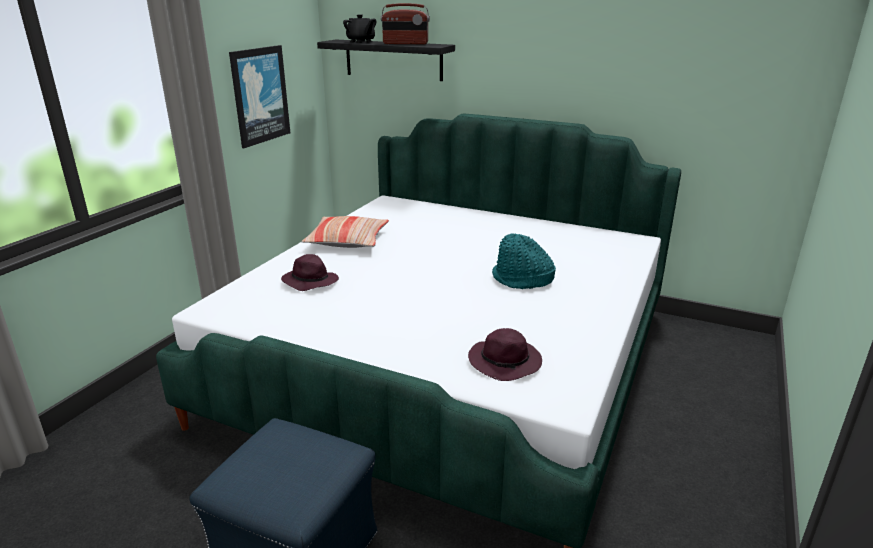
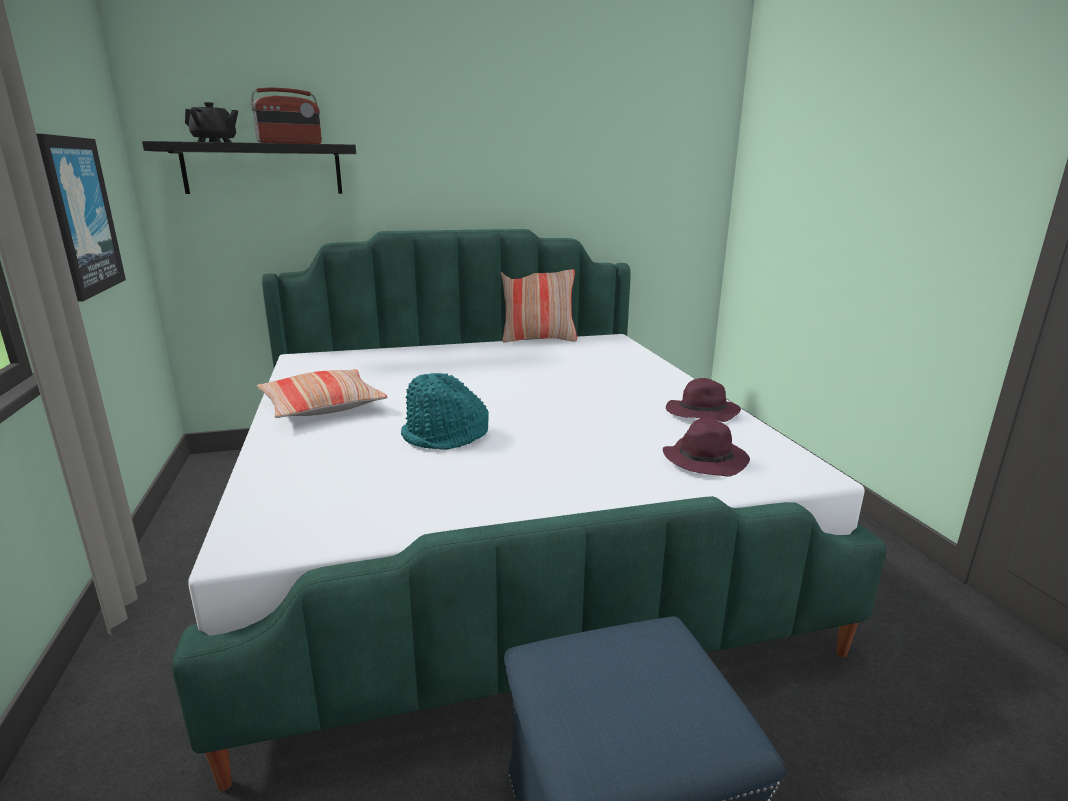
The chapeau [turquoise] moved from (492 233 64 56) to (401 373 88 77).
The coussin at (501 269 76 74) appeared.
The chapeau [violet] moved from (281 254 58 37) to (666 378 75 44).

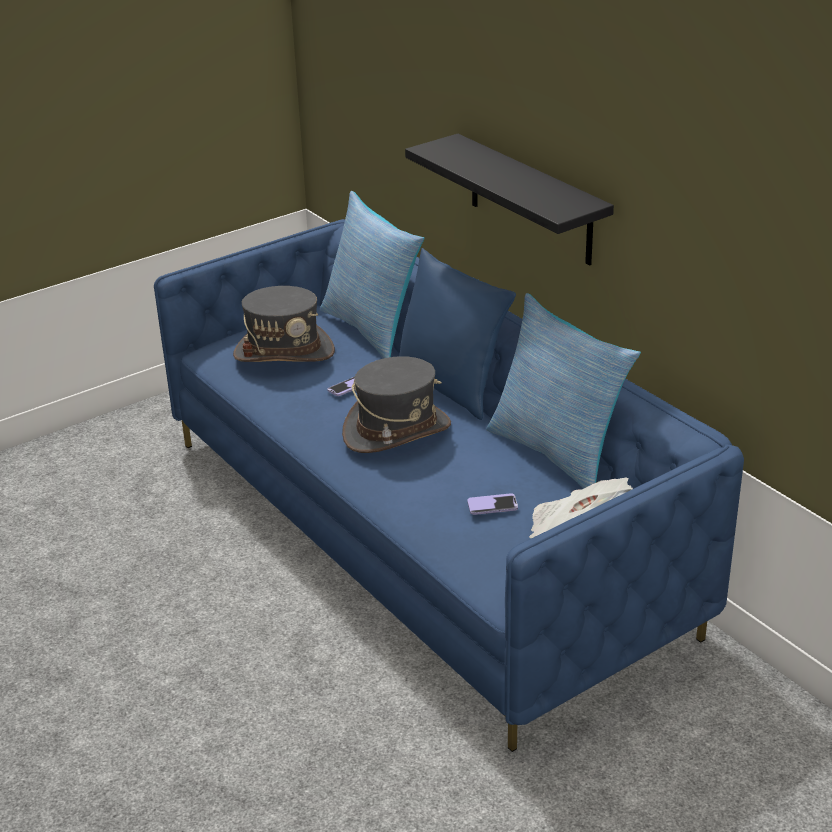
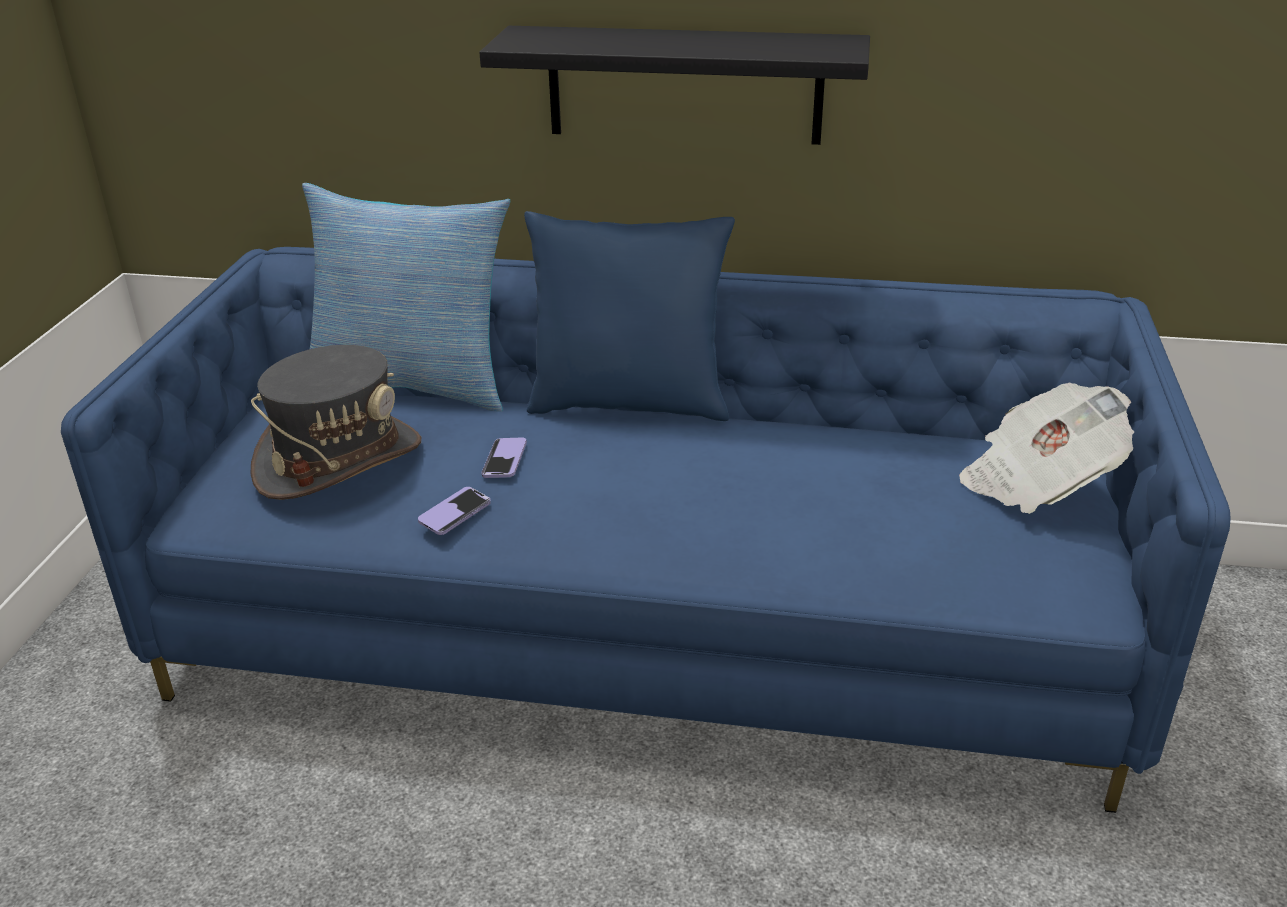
The téléphone moved from (467 493 51 22) to (418 487 73 48).
The chapeau [gris] at (342 356 109 97) disappeared.
The coussin at (486 293 155 196) disappeared.

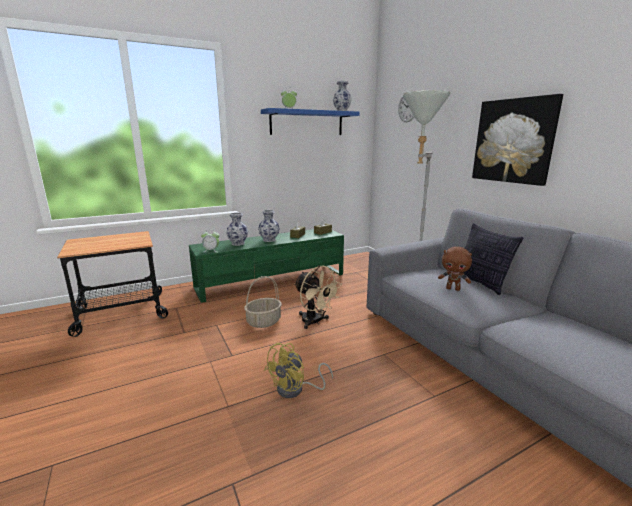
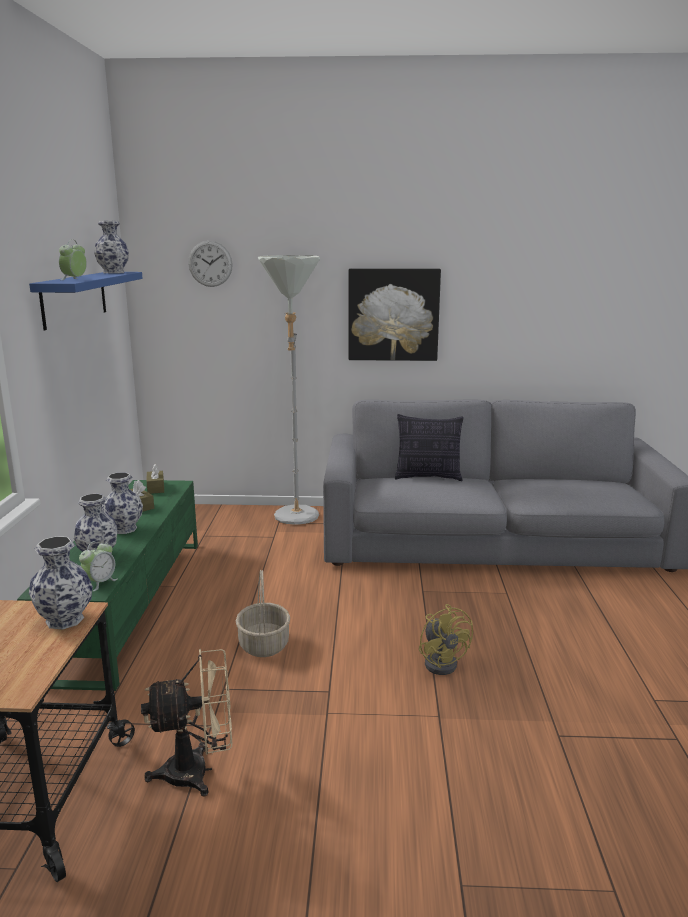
The vase at (29 536 64 94) appeared.
The ventilateur [beige] moved from (294 266 48 63) to (141 649 91 148).
The peluche [marron] at (438 246 34 45) disappeared.

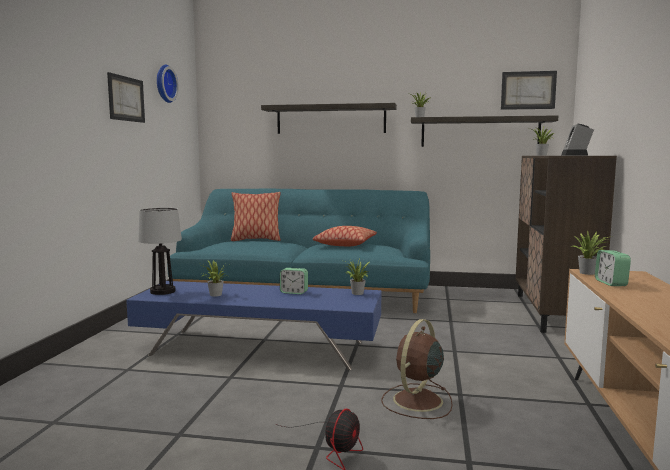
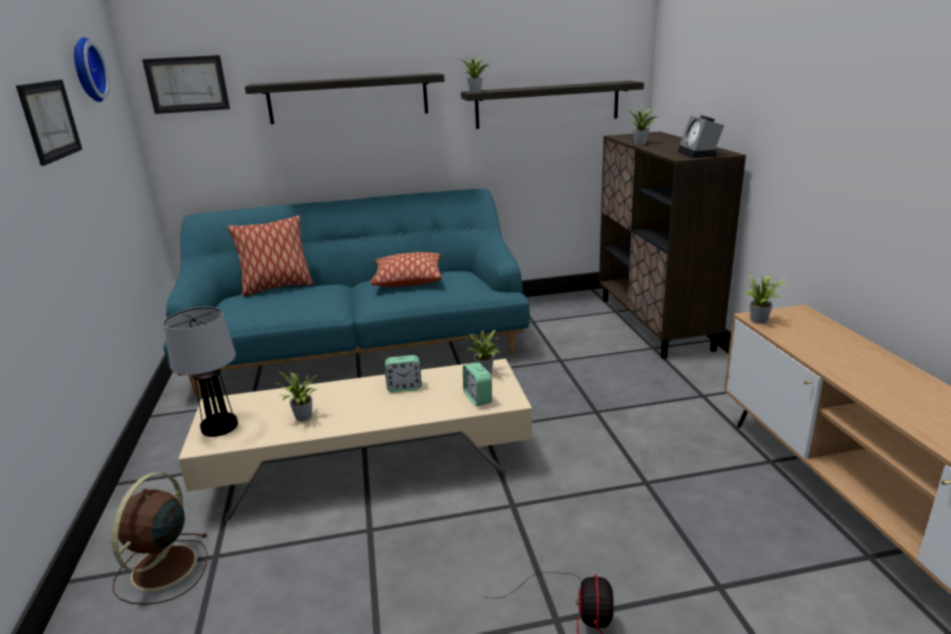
The ventilateur [marron] moved from (381 319 71 100) to (112 473 95 132).
The tableau moved from (501 71 56 39) to (142 55 88 59).
The table basse [bleu] at (126 281 255 89) became the table basse [beige] at (178 359 354 161).
The réveil moved from (595 250 36 36) to (463 362 29 44).

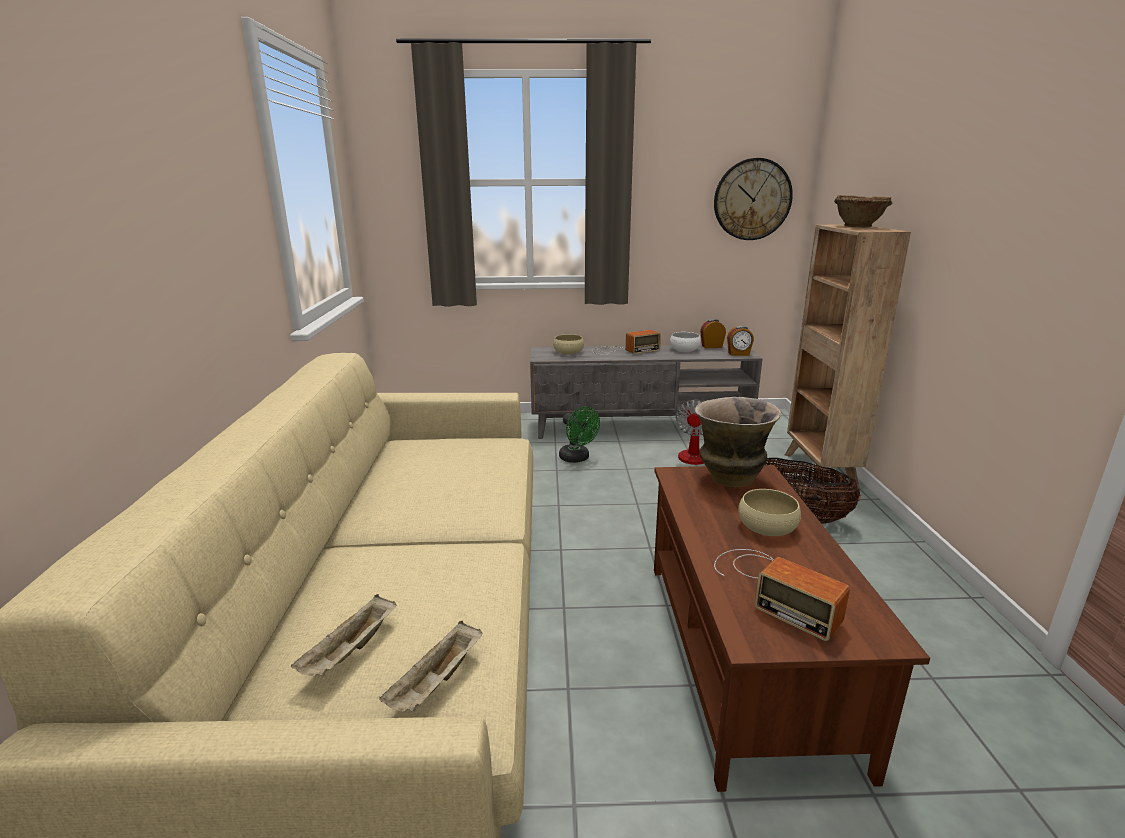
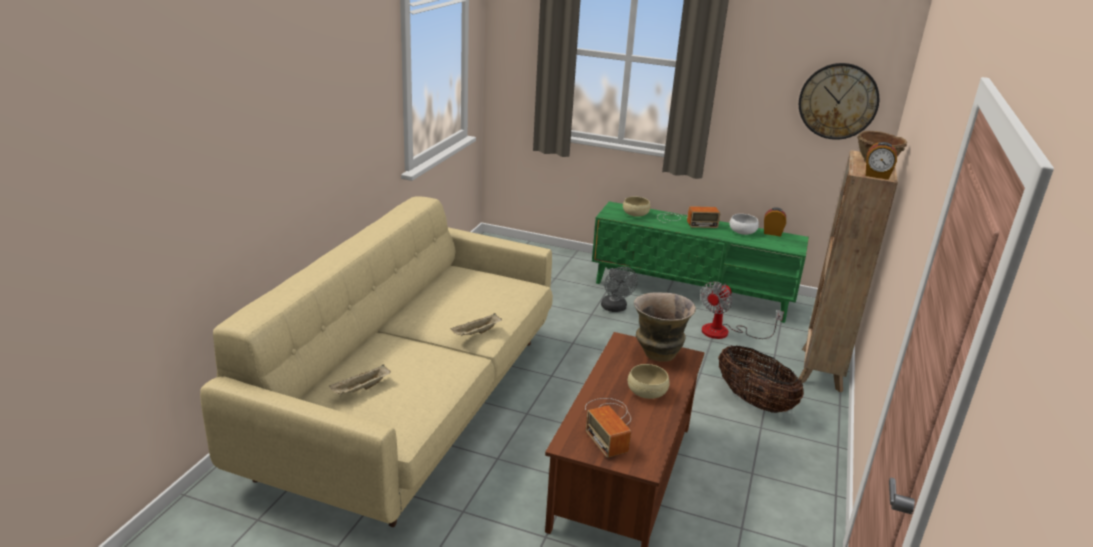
The plateau [beige] moved from (379 621 103 91) to (451 313 51 23).
The meuble télé [gris] at (530 345 233 94) became the meuble télé [vert] at (592 201 217 122).
The ventilateur [vert] at (559 407 41 56) became the ventilateur [gris] at (601 267 37 45).
The réveil moved from (727 326 27 30) to (866 142 31 38).

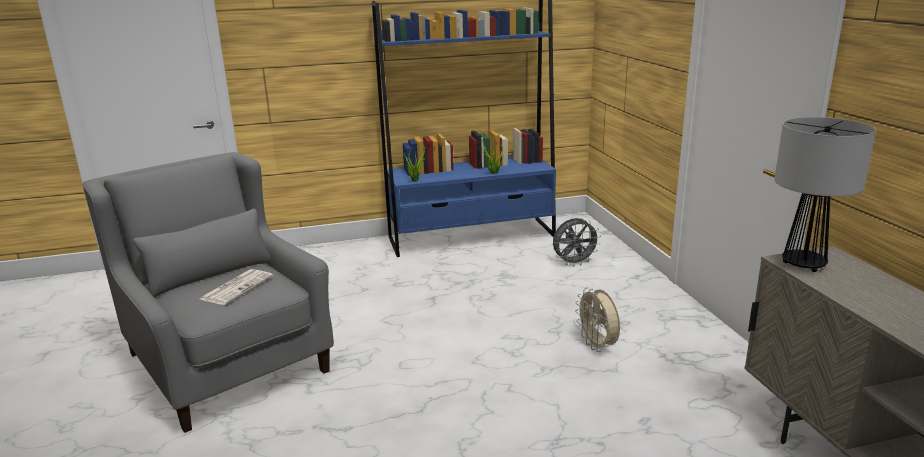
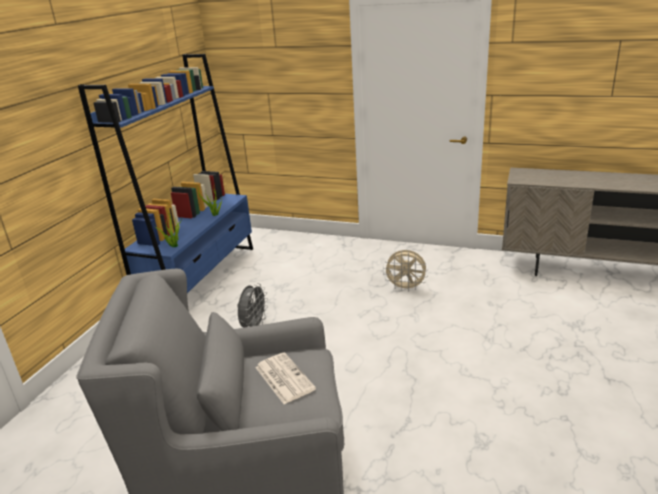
The ventilateur [gris] moved from (553 218 48 48) to (237 283 31 45).
The lampe de table at (774 117 102 155) disappeared.

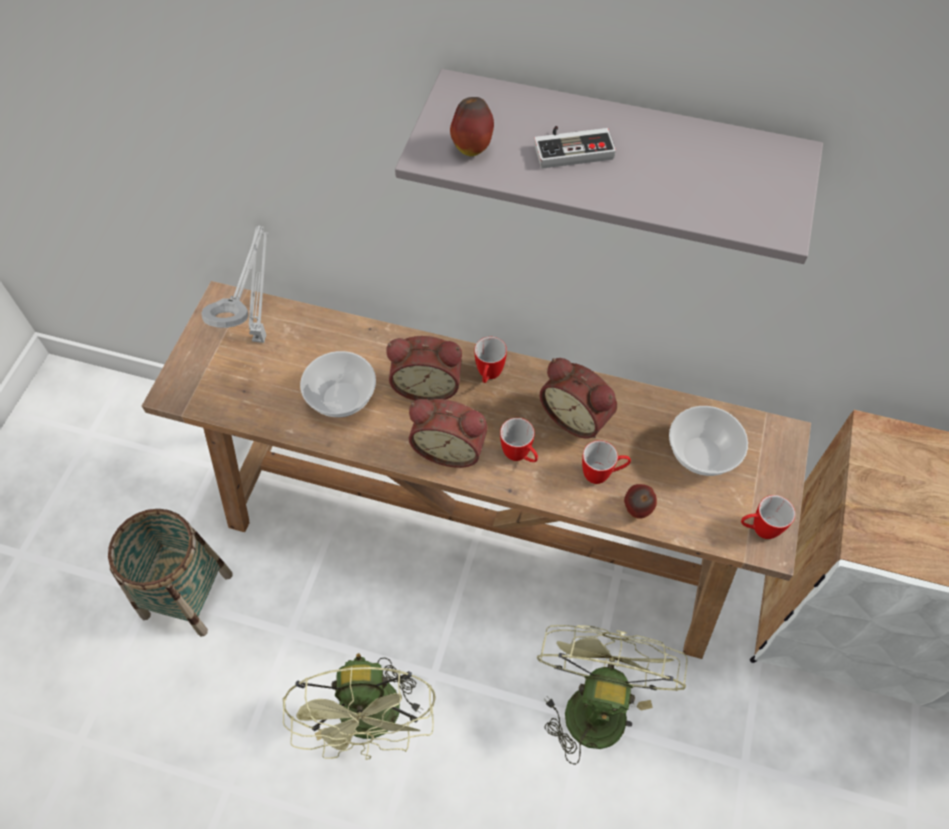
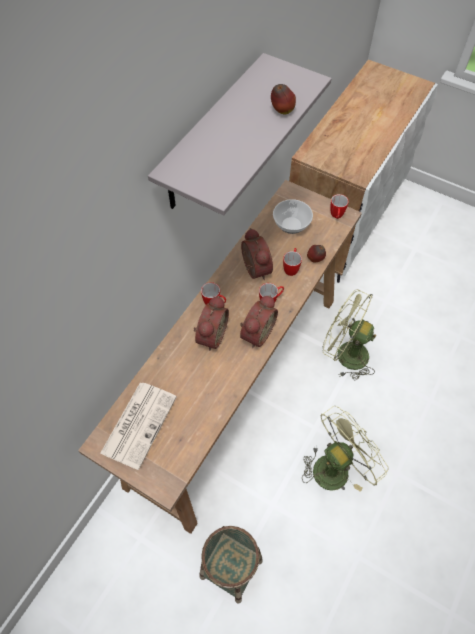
The lampe de table [gris] at (201 225 67 118) was replaced by the journal at (100 383 77 87).
The réveil at (540 358 77 81) turned 75 degrees counterclockwise.
The pomme moved from (450 97 44 59) to (271 84 25 30).
The ventilateur [vert] at (283 653 153 107) turned 45 degrees counterclockwise.
The bol at (300 351 76 66) disappeared.
The manette at (534 126 82 42) disappeared.

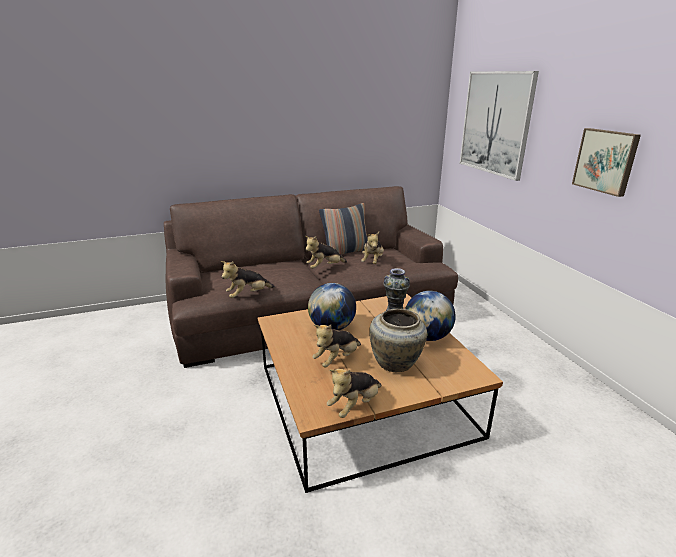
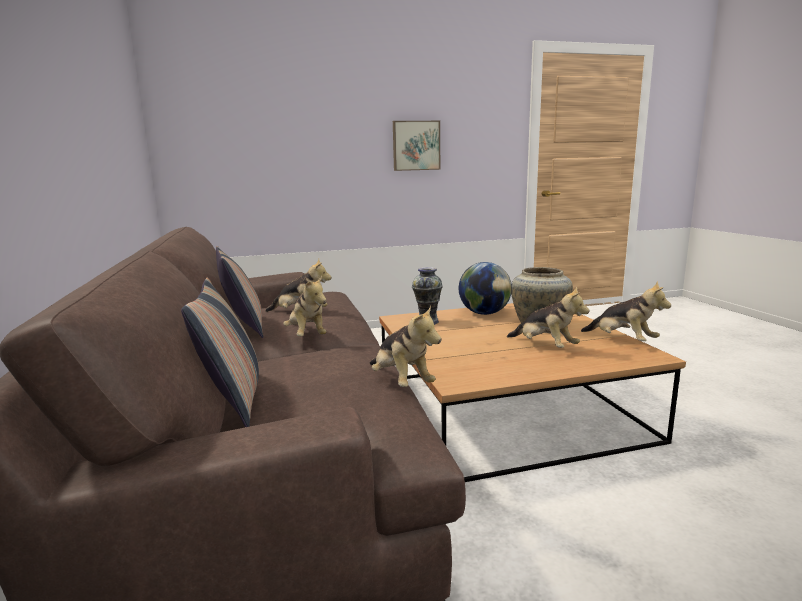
The coussin at (181 278 78 149) appeared.
The globe at (308 283 48 47) disappeared.
The tableau at (460 71 79 110) disappeared.

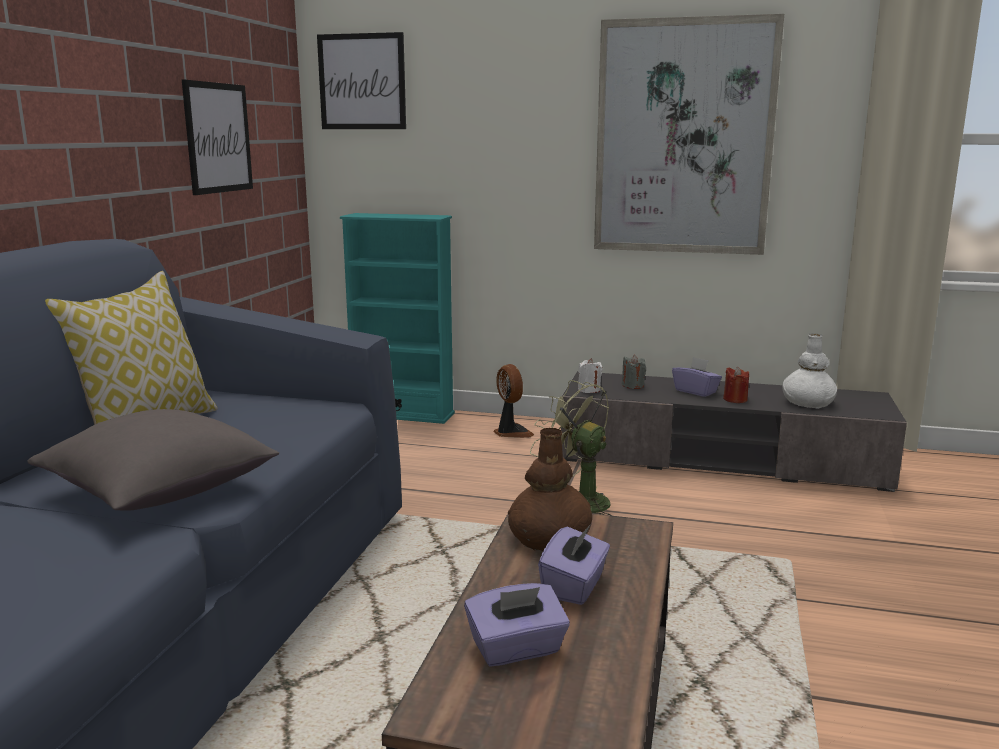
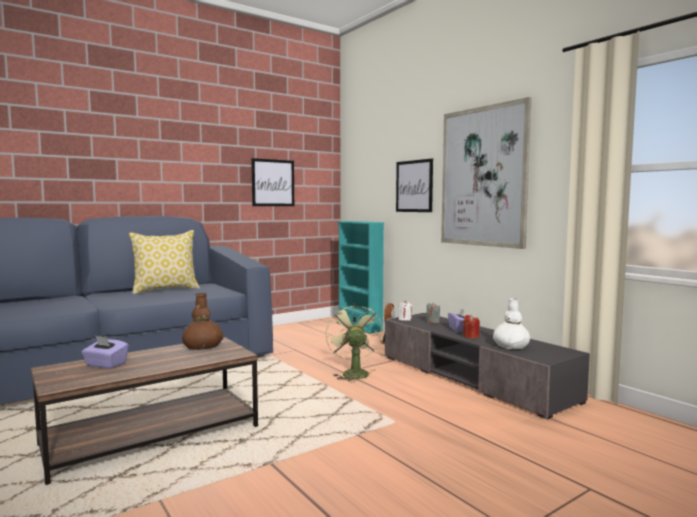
The tableau moved from (317 32 89 97) to (396 159 37 53).
The coussin [gris] at (27 409 252 102) disappeared.
The boîte à mouchoirs [violet] at (538 524 72 81) disappeared.

